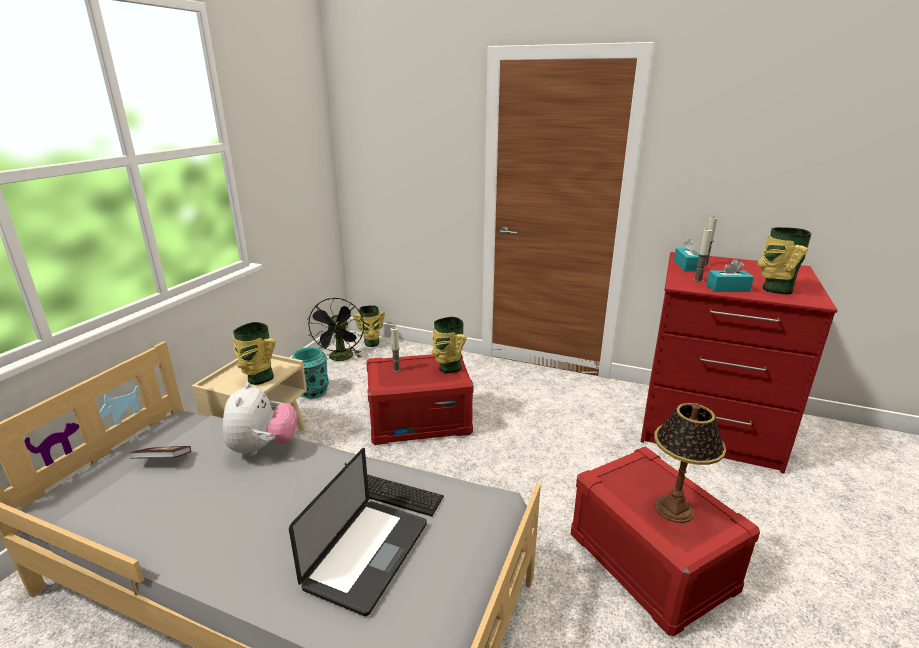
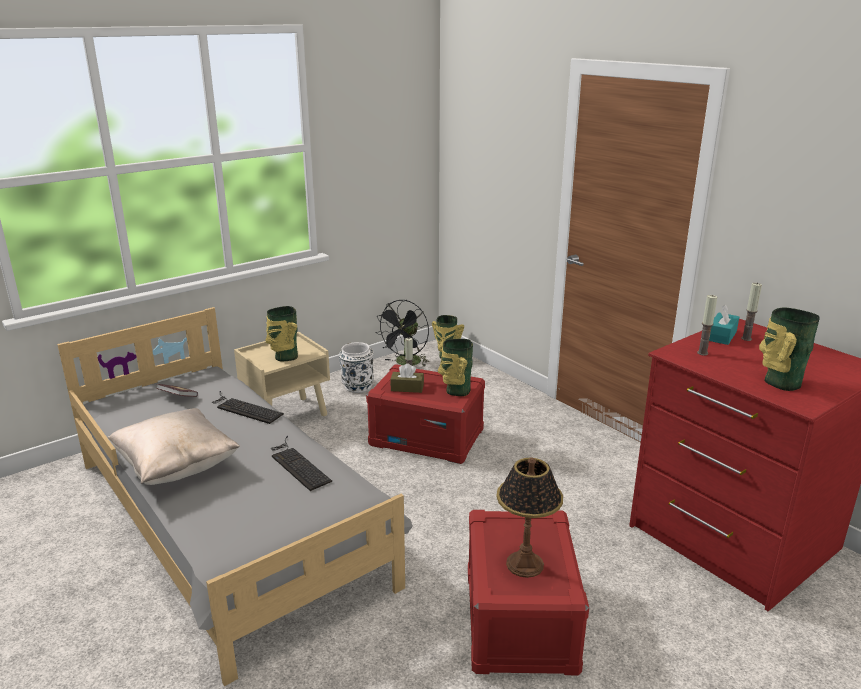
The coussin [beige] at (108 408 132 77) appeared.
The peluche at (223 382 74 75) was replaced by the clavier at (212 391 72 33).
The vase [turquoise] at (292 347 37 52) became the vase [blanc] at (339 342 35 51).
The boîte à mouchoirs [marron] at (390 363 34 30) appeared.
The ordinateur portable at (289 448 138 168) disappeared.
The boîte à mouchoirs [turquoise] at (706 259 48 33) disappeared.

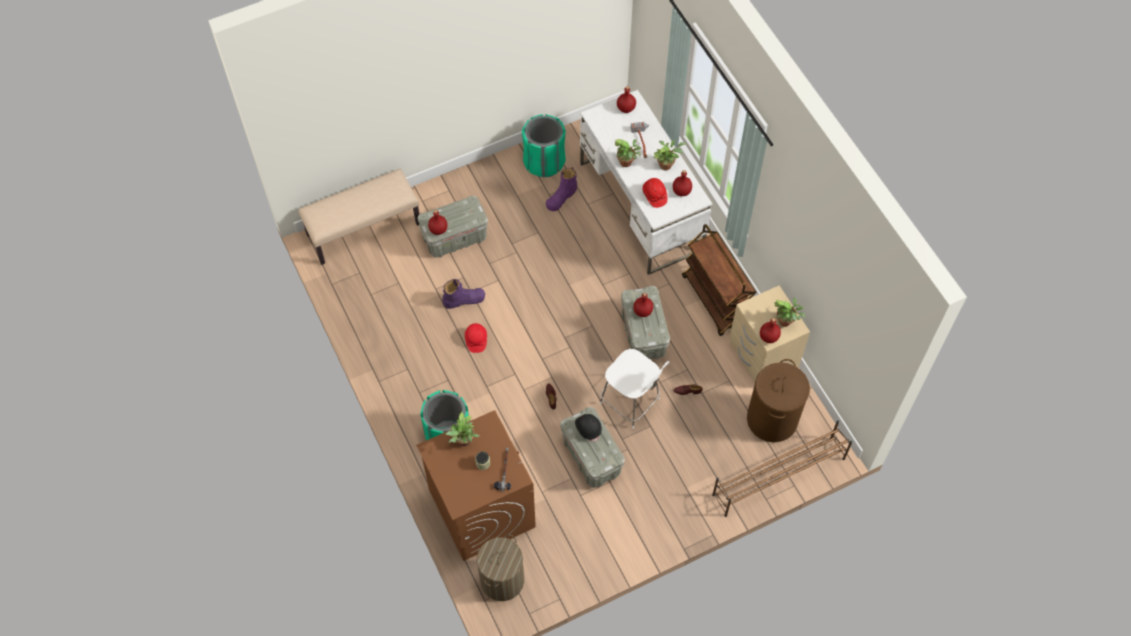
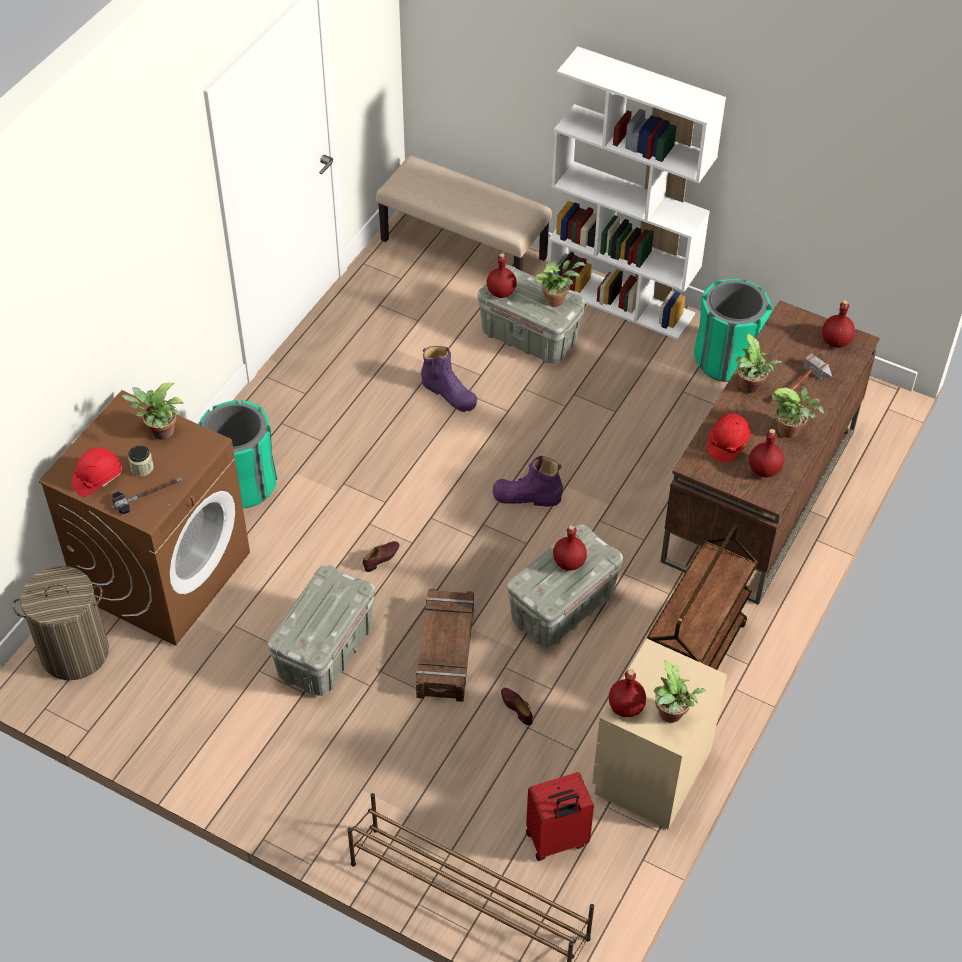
The casque de chantier [rouge] moved from (465 323 22 30) to (71 447 51 50).
The tabouret [blanc] at (599 349 70 80) was replaced by the caisse at (416 588 58 114).
The botte [violet] moved from (546 168 31 43) to (493 456 70 51).
The panier à linge [marron] at (747 359 63 83) was replaced by the valise [rouge] at (526 772 68 89).
The plante en pot at (535 260 50 47) appeared.
The bibliothèque [blanc] at (547 47 179 293) appeared.
The bureau [blanc] at (580 90 132 185) became the bureau [marron] at (660 301 220 304).
The casque de chantier [noir] at (575 414 27 28) disappeared.

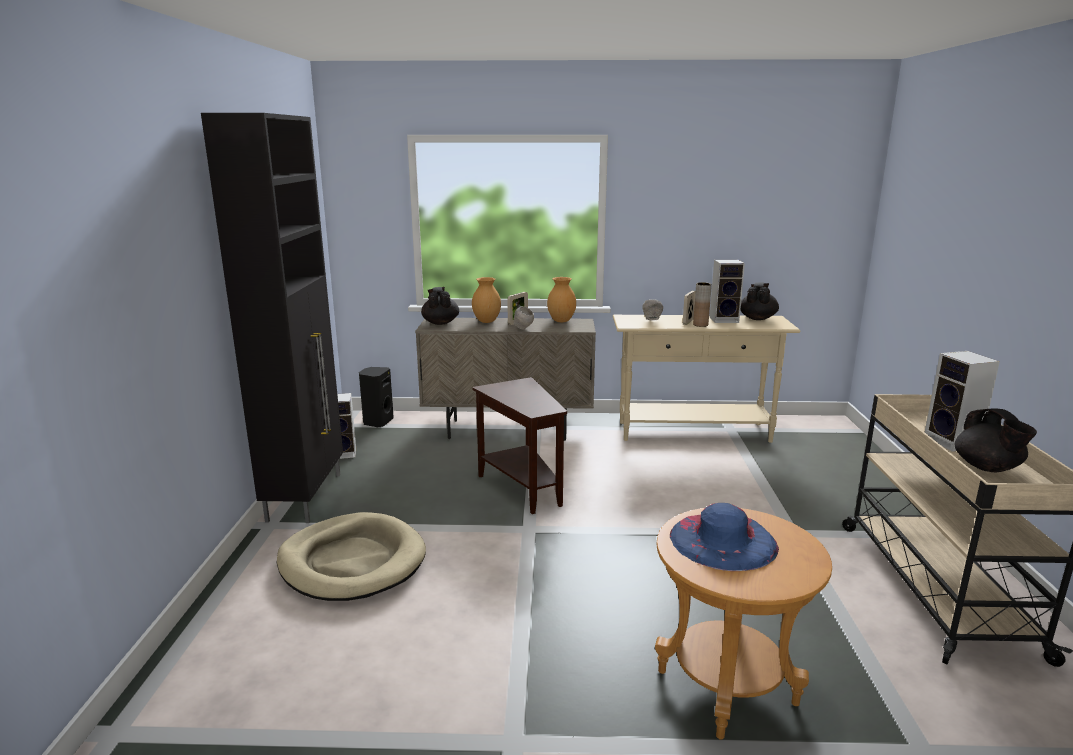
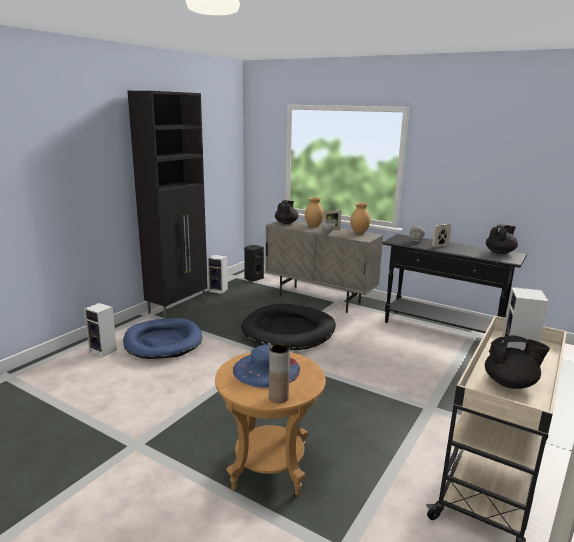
The enceinte moved from (709 260 36 63) to (84 303 33 54).
The panier pour chien [beige] at (277 512 149 89) became the panier pour chien [bleu] at (123 318 79 41).
The table d'appoint [marron] at (472 377 95 137) was replaced by the panier pour chien [noir] at (241 304 95 46).
The vase [marron] moved from (693 282 19 45) to (269 344 21 59).
The table console [beige] at (613 315 188 128) became the table console [noir] at (382 234 145 99).
The théière [noir] at (955 409 82 63) turned 105 degrees counterclockwise.

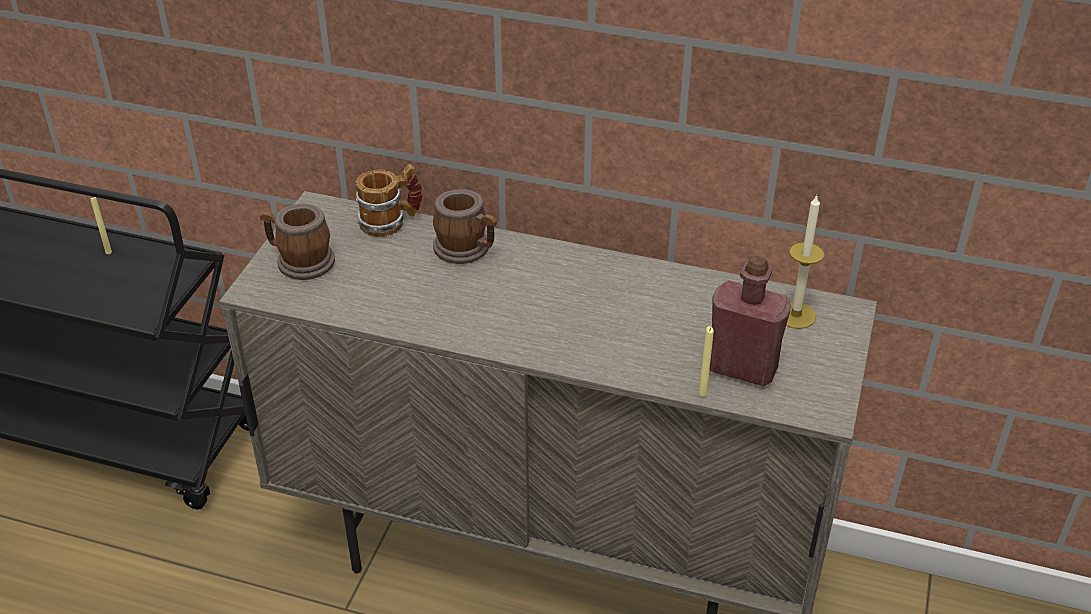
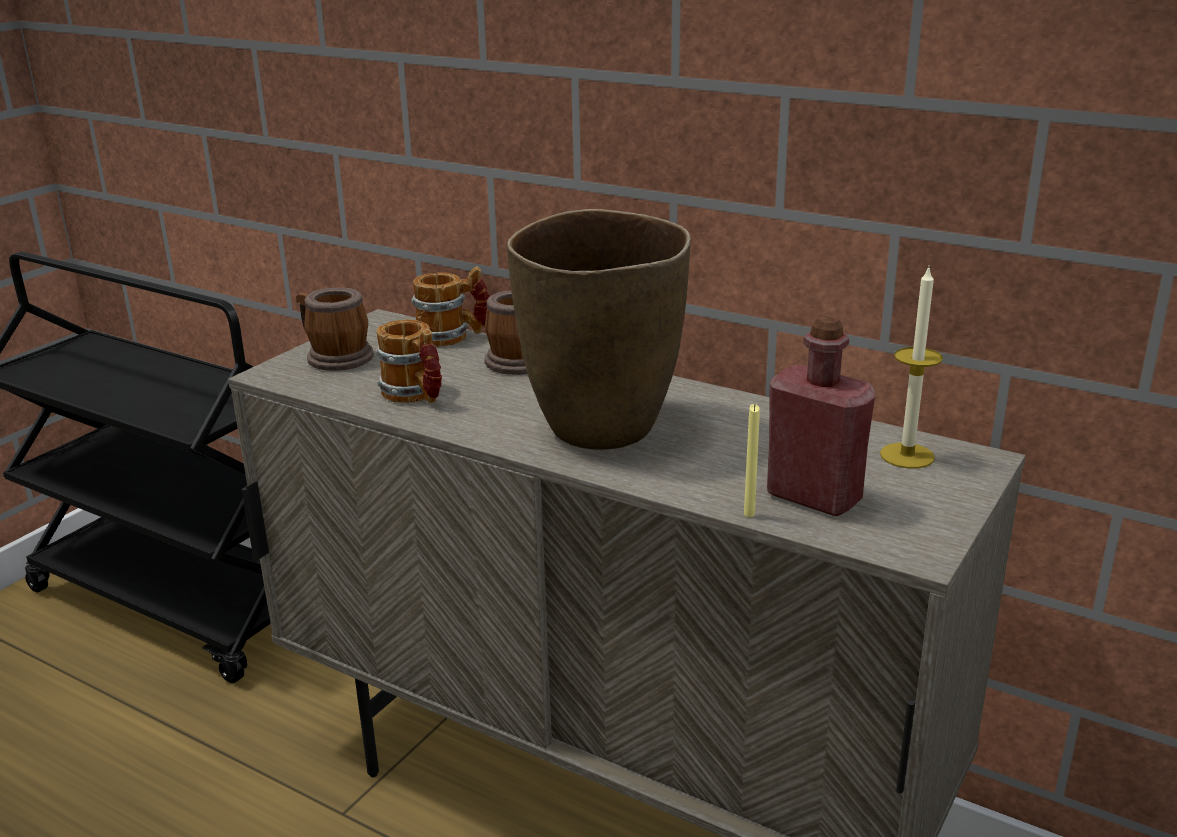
The mug at (375 319 67 84) appeared.
The vase [marron] at (507 209 184 241) appeared.
The bougie [jaune] at (91 196 21 58) disappeared.

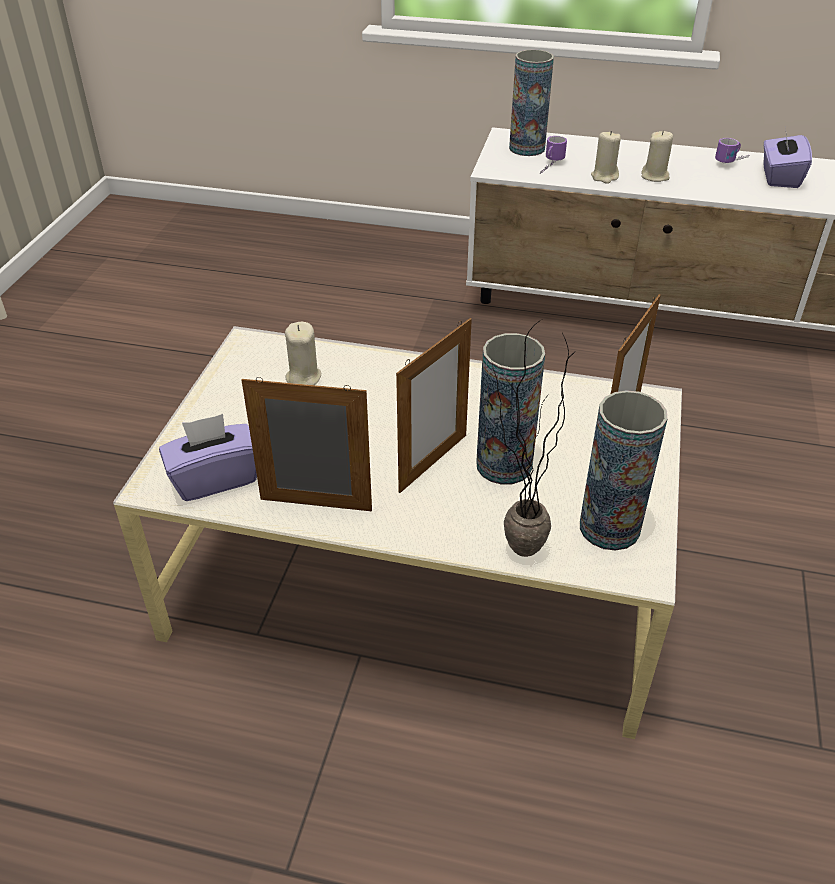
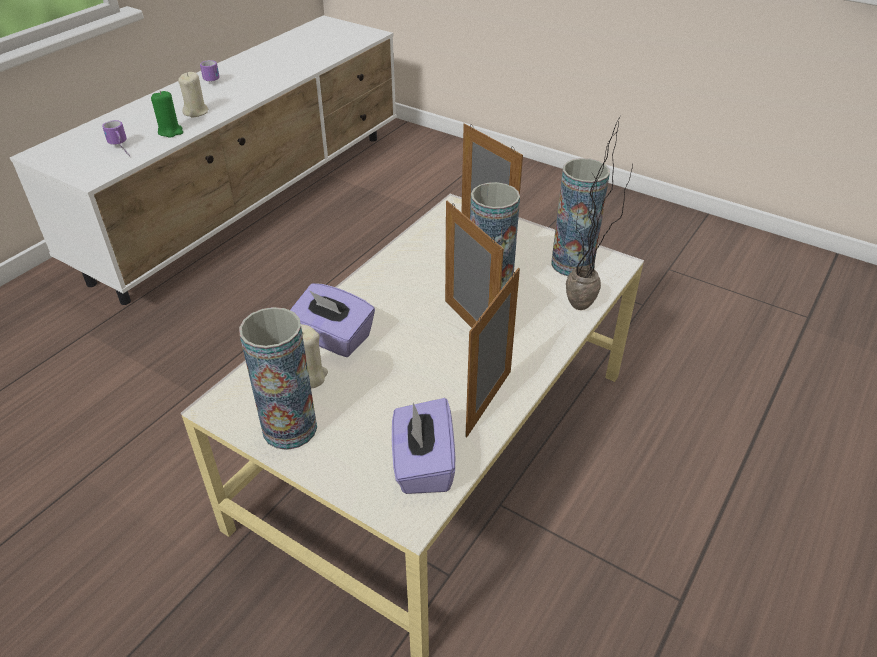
The bougie [beige] at (591 131 30 53) became the bougie [vert] at (151 91 32 47).
The vase moved from (509 49 45 107) to (239 307 78 143).
The boîte à mouchoirs [violet] moved from (763 125 49 63) to (290 283 85 74).

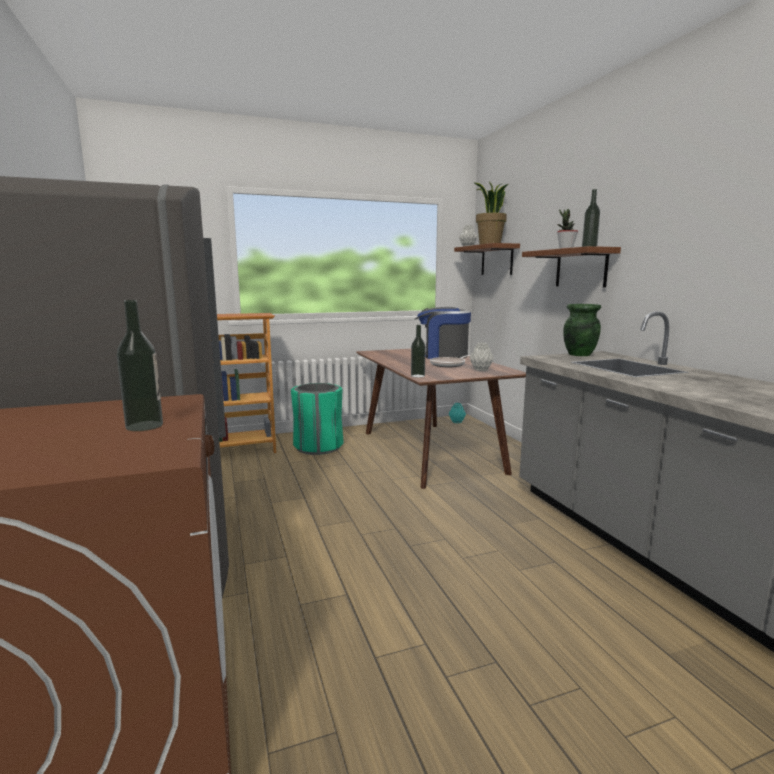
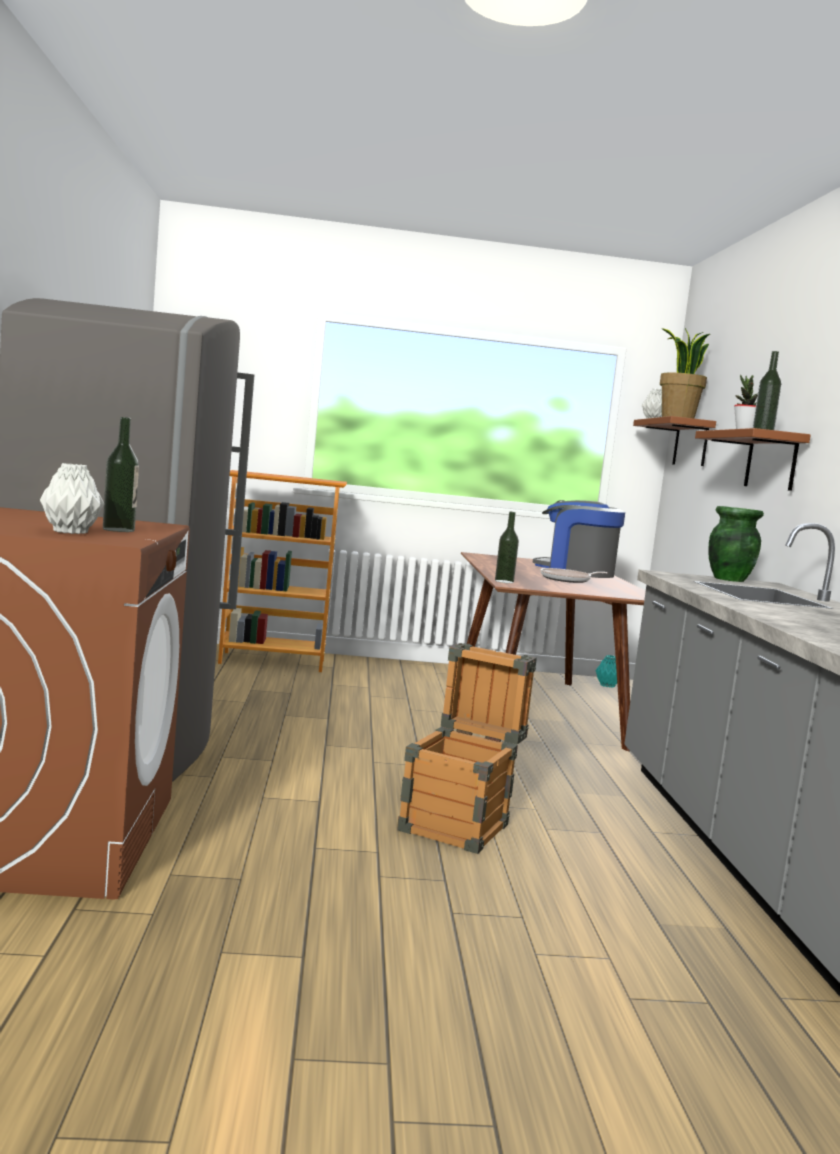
The vase [gris] moved from (469 342 25 29) to (40 463 64 71).
The caisse at (397 643 140 211) appeared.
The poubelle [vert] at (291 383 53 72) disappeared.

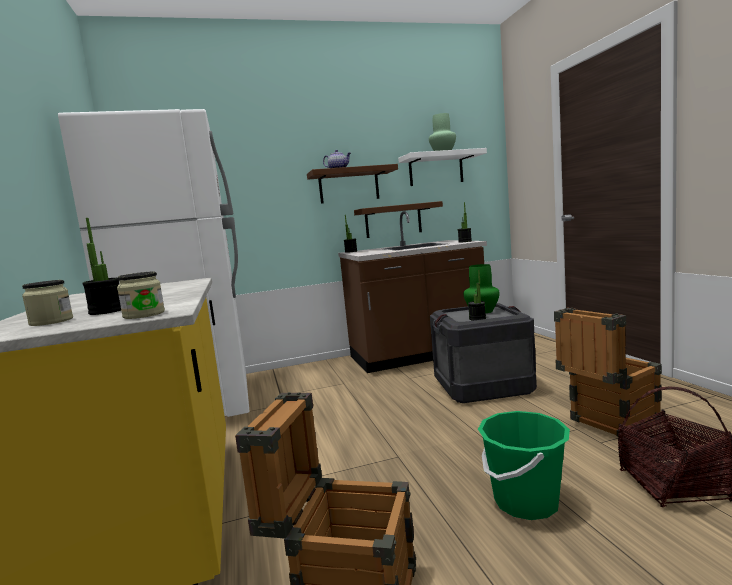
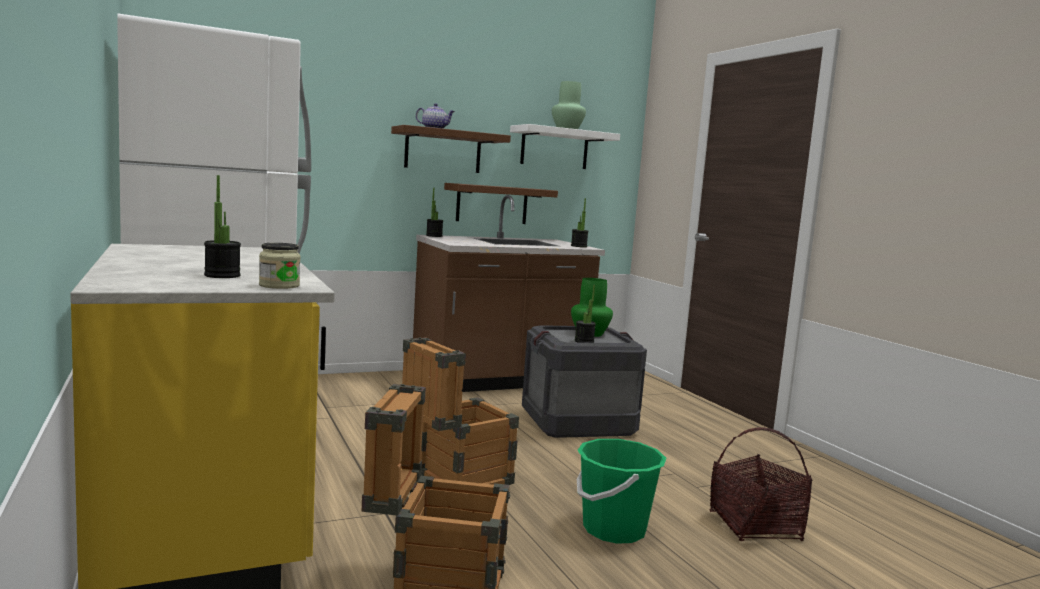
The caisse moved from (554 308 108 129) to (402 337 117 148).
The bocal at (22 280 51 46) disappeared.

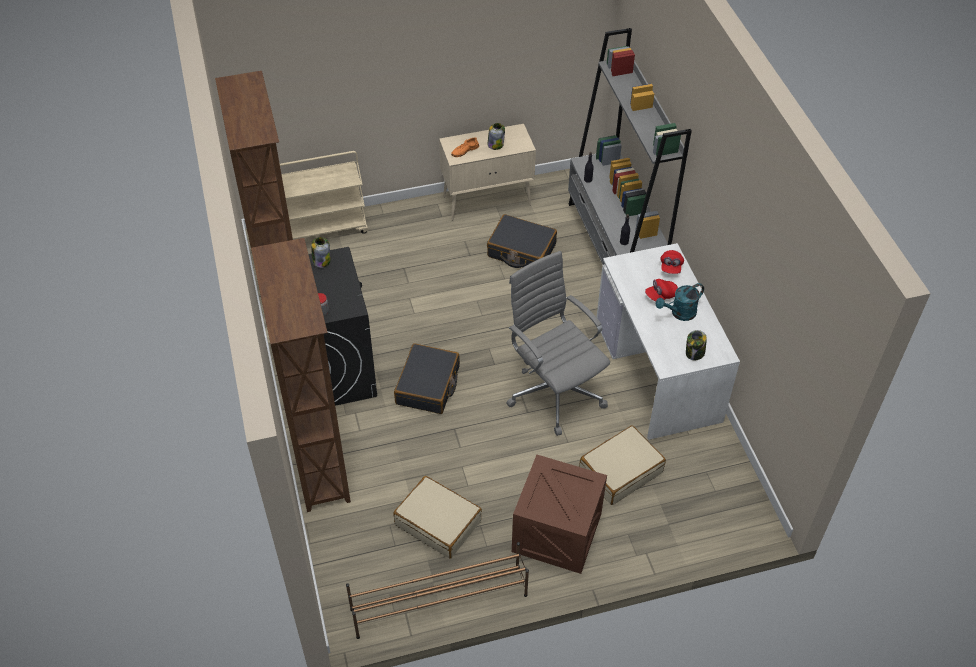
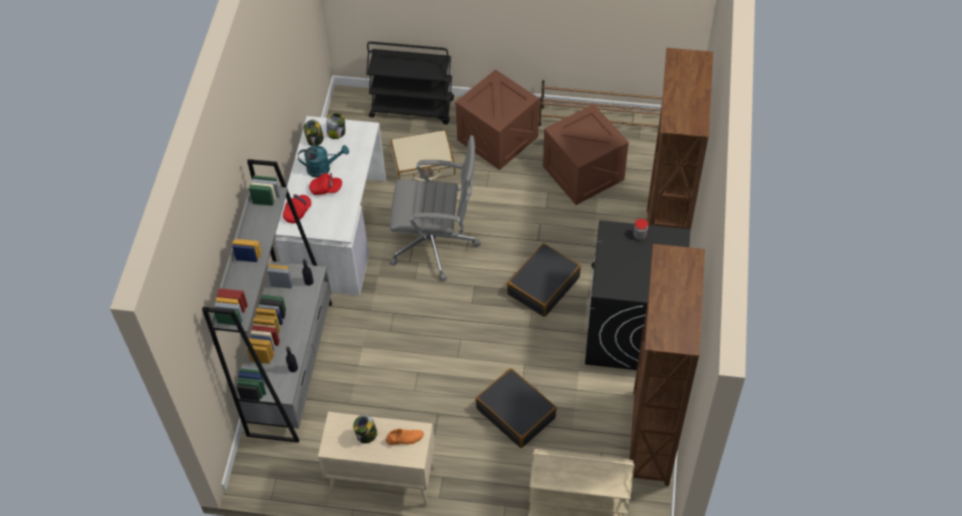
The bocal moved from (311 237 20 31) to (304 119 20 27).
The chariot [noir] at (366 41 88 84) appeared.
The chaise de bureau [gris] at (506 251 104 185) turned 75 degrees counterclockwise.
The valise [noir] moved from (487 214 70 54) to (476 368 81 80).
The valise [beige] at (393 476 89 83) was replaced by the caisse at (543 104 86 101).

